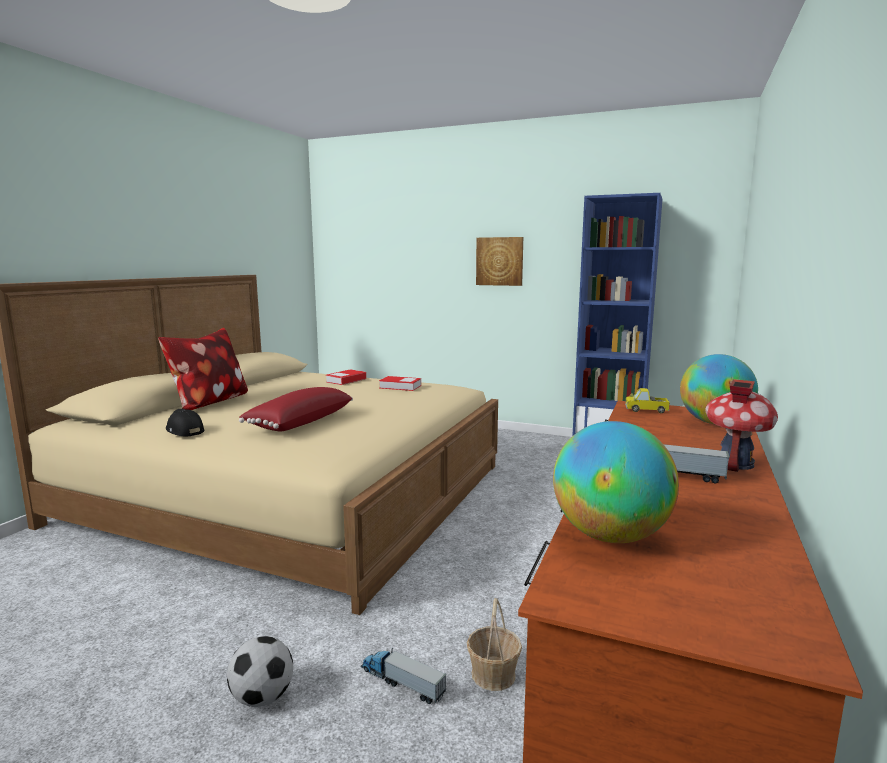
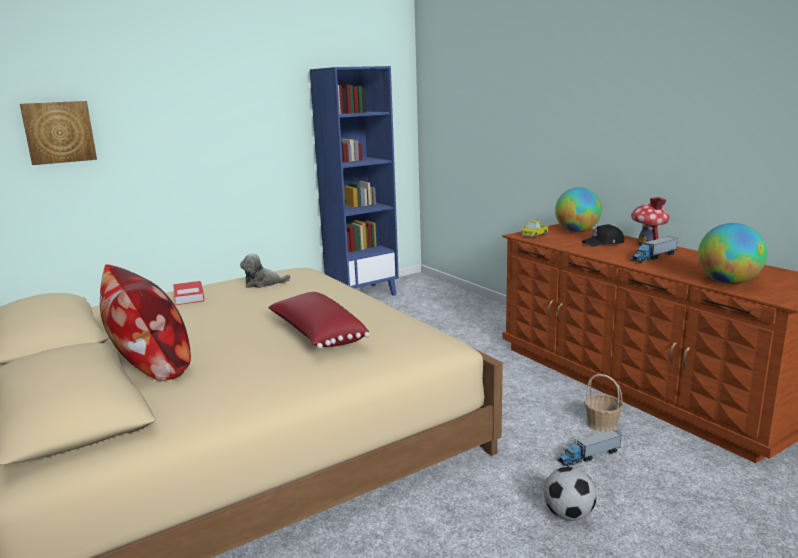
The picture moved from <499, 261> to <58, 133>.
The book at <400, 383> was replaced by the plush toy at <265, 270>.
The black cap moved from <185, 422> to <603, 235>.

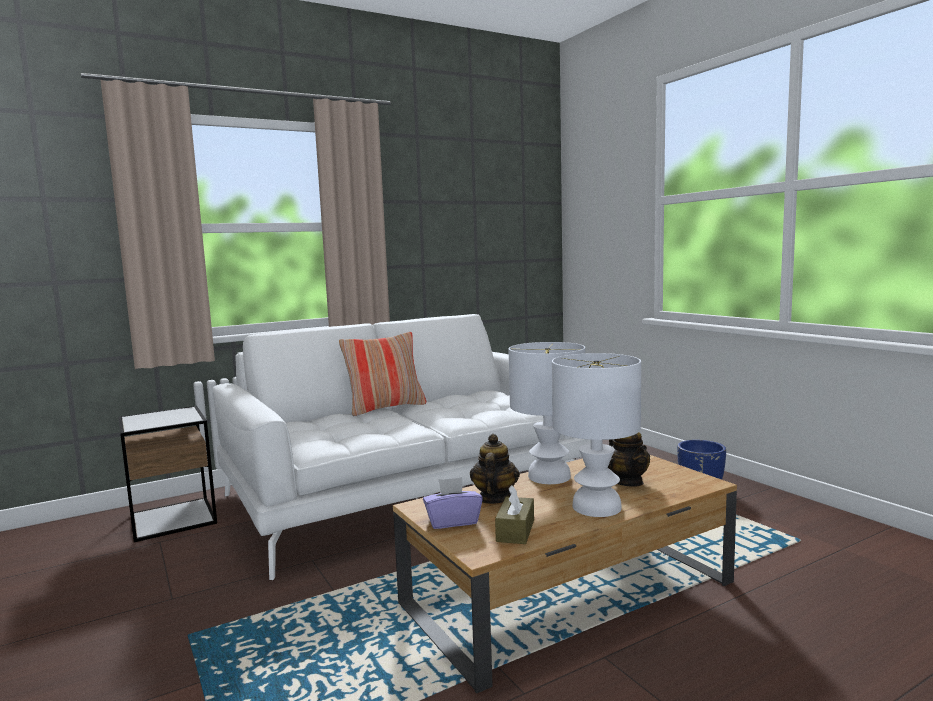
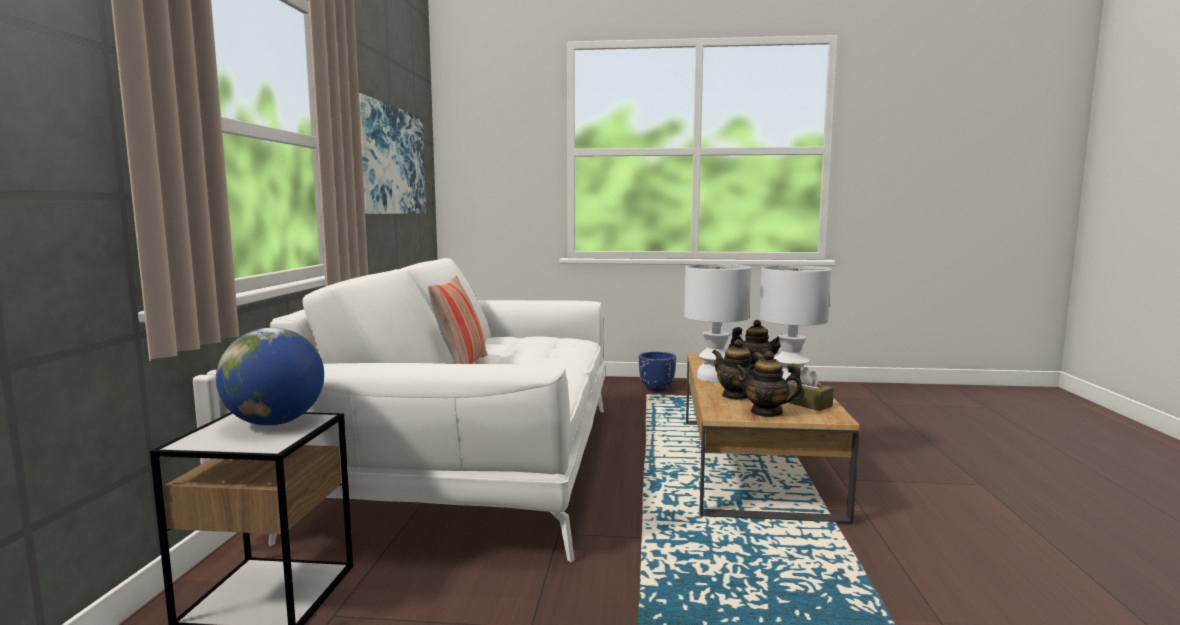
The globe at <270, 376> appeared.
The picture at <392, 154> appeared.
The purple tissue box at <453, 503> was replaced by the teapot at <769, 384>.

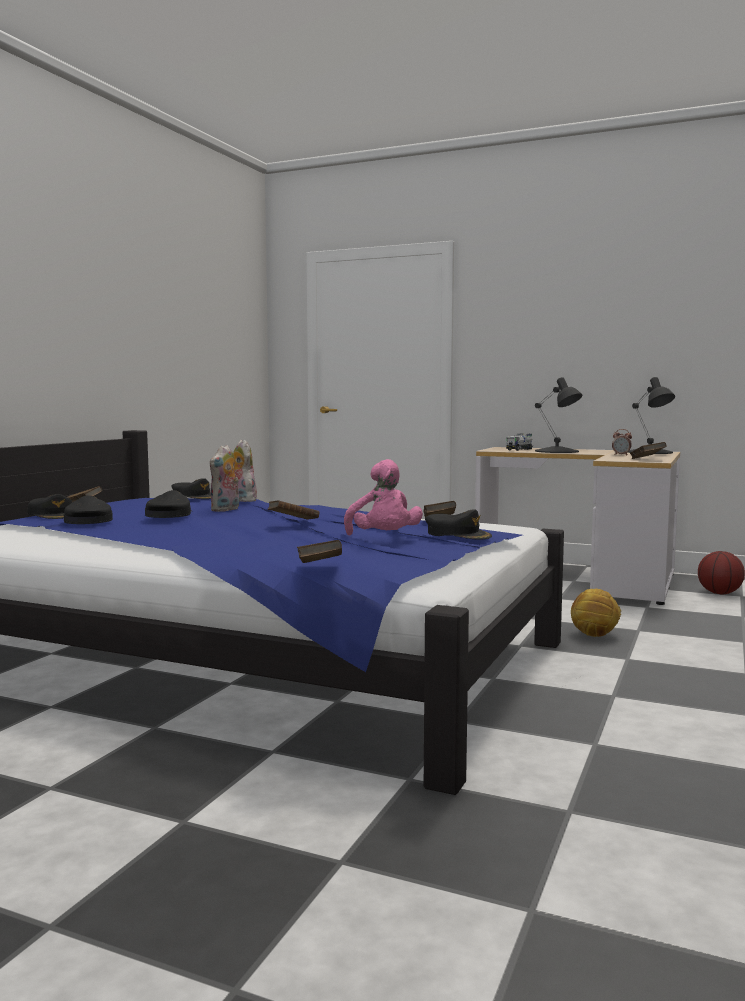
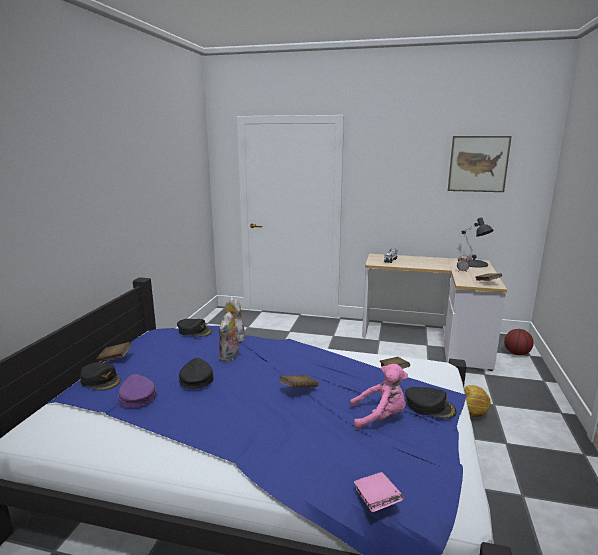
The black cap at <88, 509> became the purple cap at <137, 391>.
The pink plush toy at <383, 497> turned 60 degrees counterclockwise.
The brown book at <319, 551> became the pink book at <378, 492>.
The picture at <480, 164> appeared.
The black table lamp at <558, 415> disappeared.

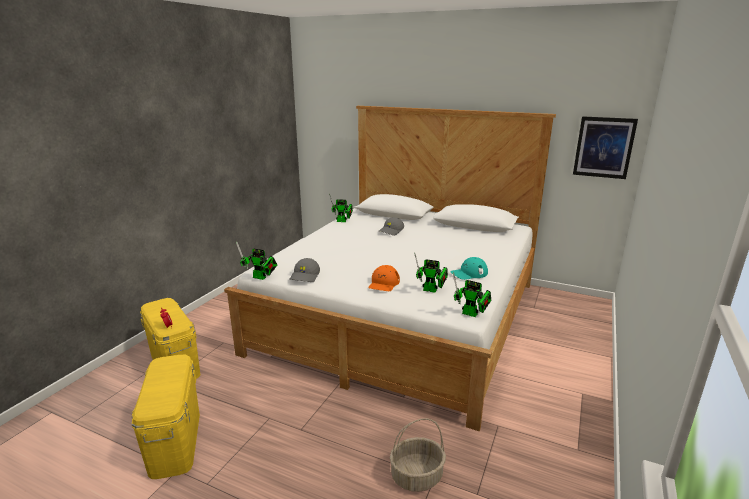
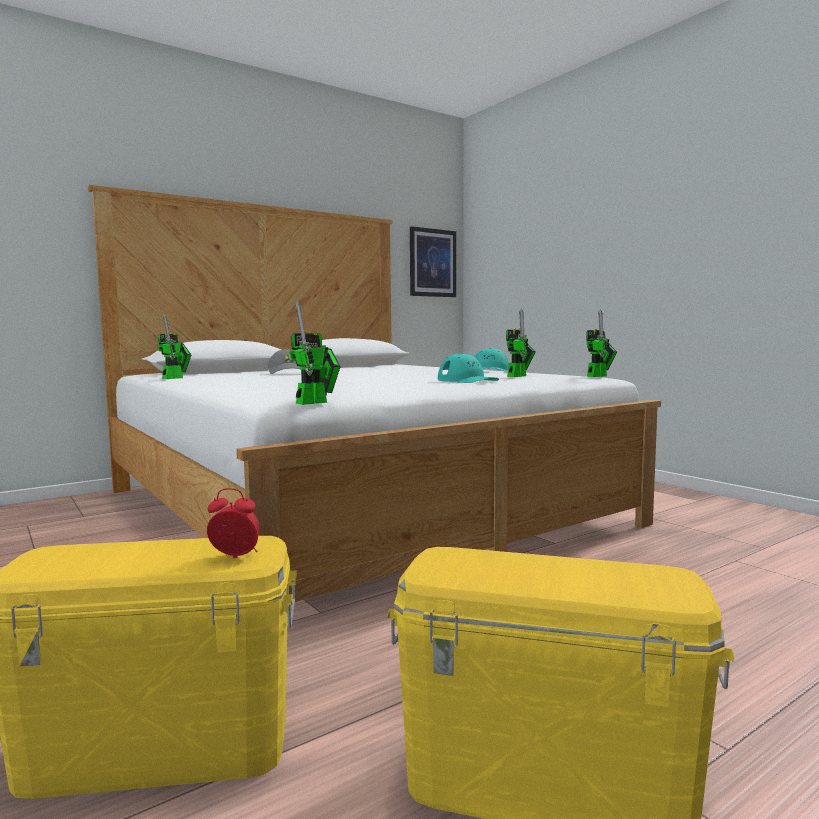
The orange cap at <384, 278> became the turquoise cap at <468, 368>.
The grey cap at <304, 270> disappeared.
The basket at <418, 455> disappeared.

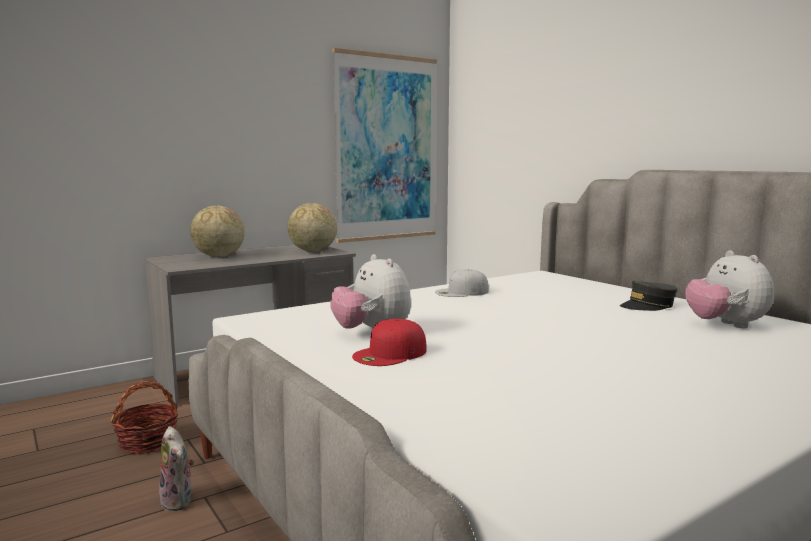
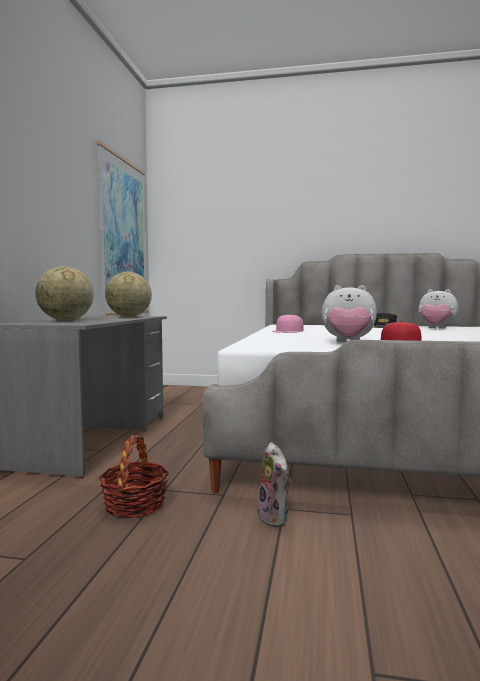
The plush toy at <176, 468> turned 60 degrees clockwise.
The white cap at <462, 283> became the pink cap at <288, 323>.

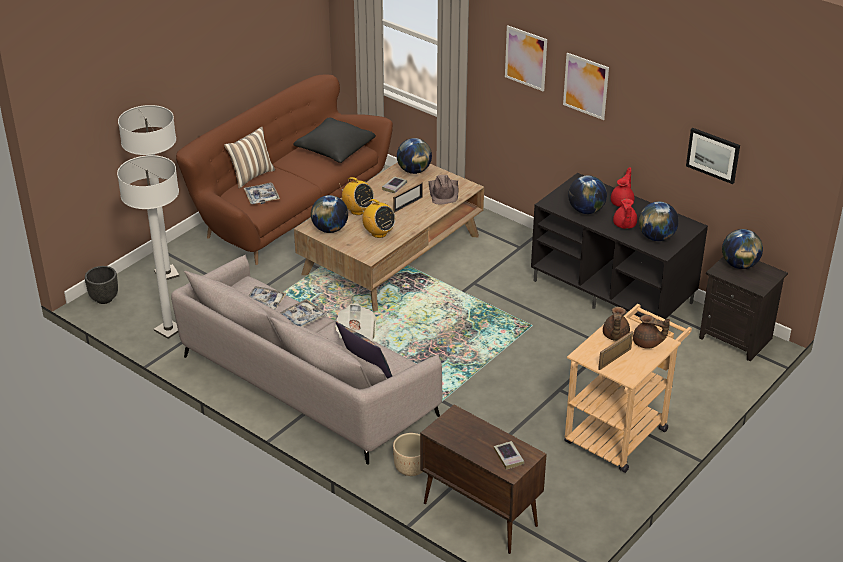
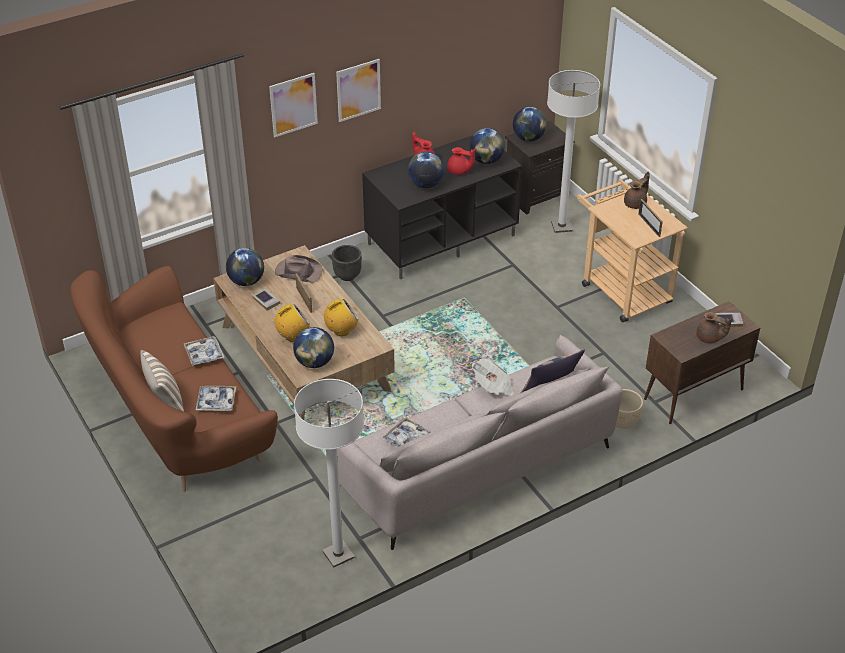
The tray moved from <303, 313> to <204, 351>.
The black planter moved from <101, 285> to <347, 263>.
The white floor lamp moved from <148, 192> to <573, 151>.
The brown teapot moved from <616, 324> to <714, 327>.
The black pillow at <334, 140> disappeared.
The picture at <713, 156> disappeared.

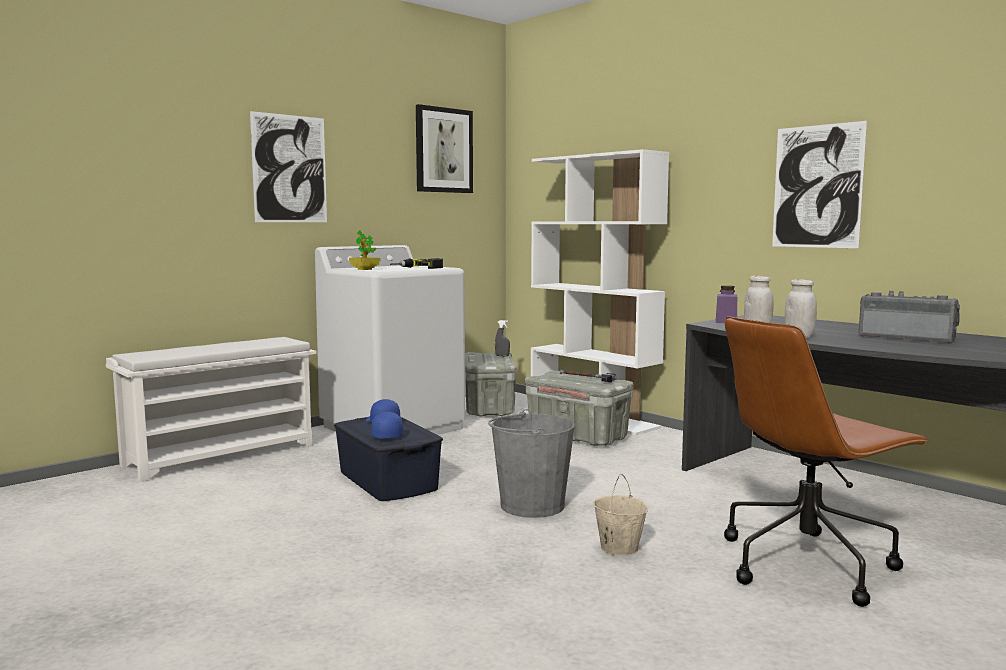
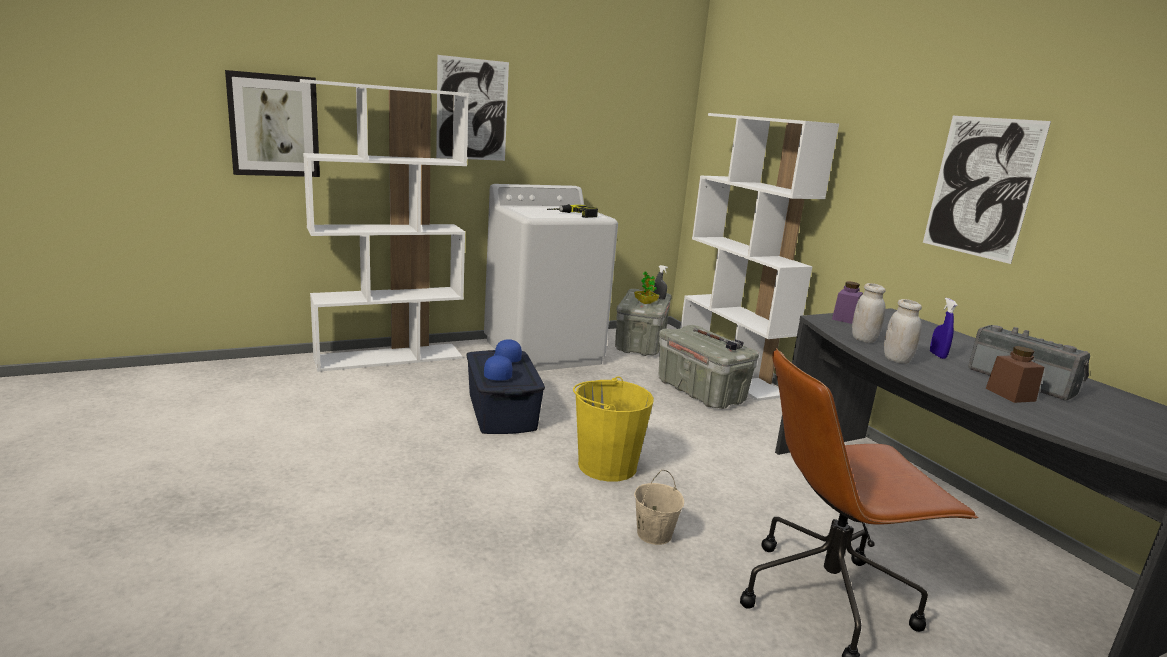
The picture moved from <444, 148> to <272, 123>.
The white shoe rack at <211, 409> was replaced by the white bookcase at <384, 225>.
The grey bucket at <531, 463> became the yellow bucket at <613, 429>.
The potted plant moved from <364, 250> to <646, 287>.
The blue spray bottle at <943, 328> appeared.
The brown jar at <1015, 374> appeared.

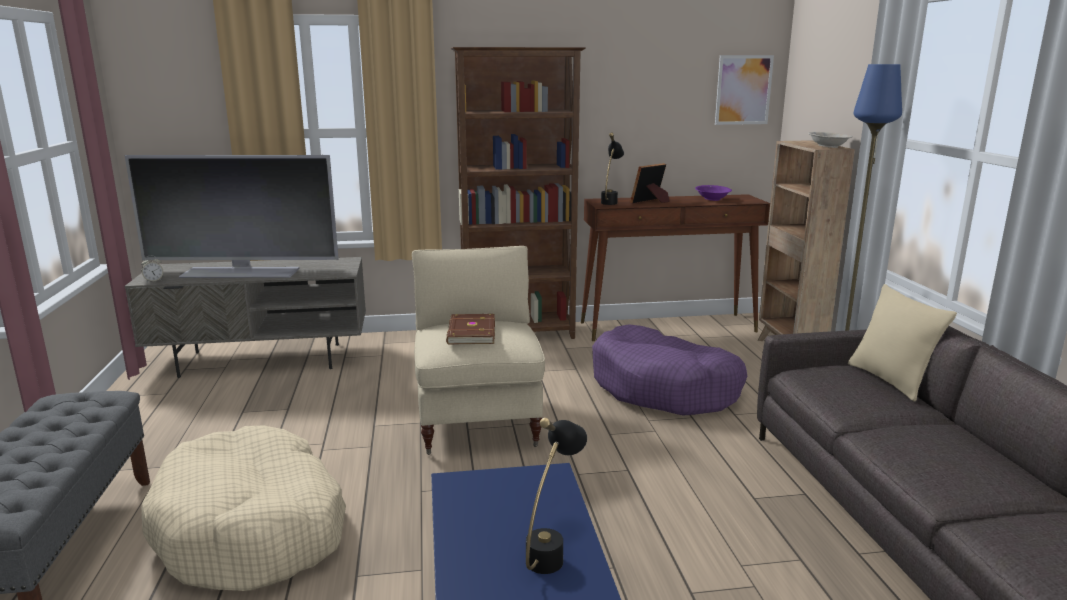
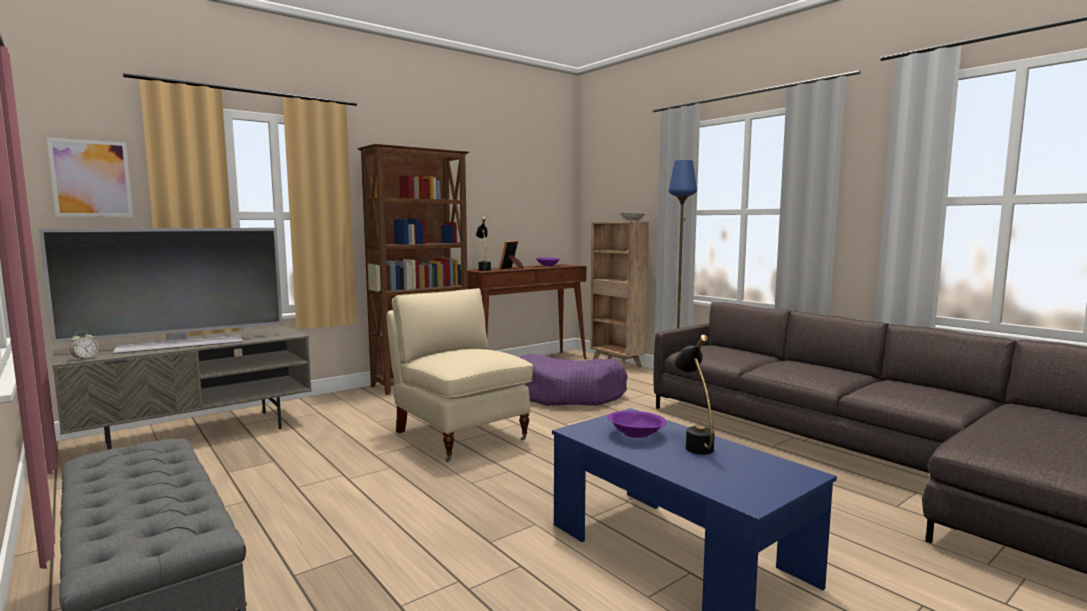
The picture moved from <744, 90> to <90, 177>.
The purple bowl at <637, 424> appeared.
The beige dog bed at <243, 508> disappeared.
The brown book at <470, 329> disappeared.
The beige pillow at <902, 343> disappeared.

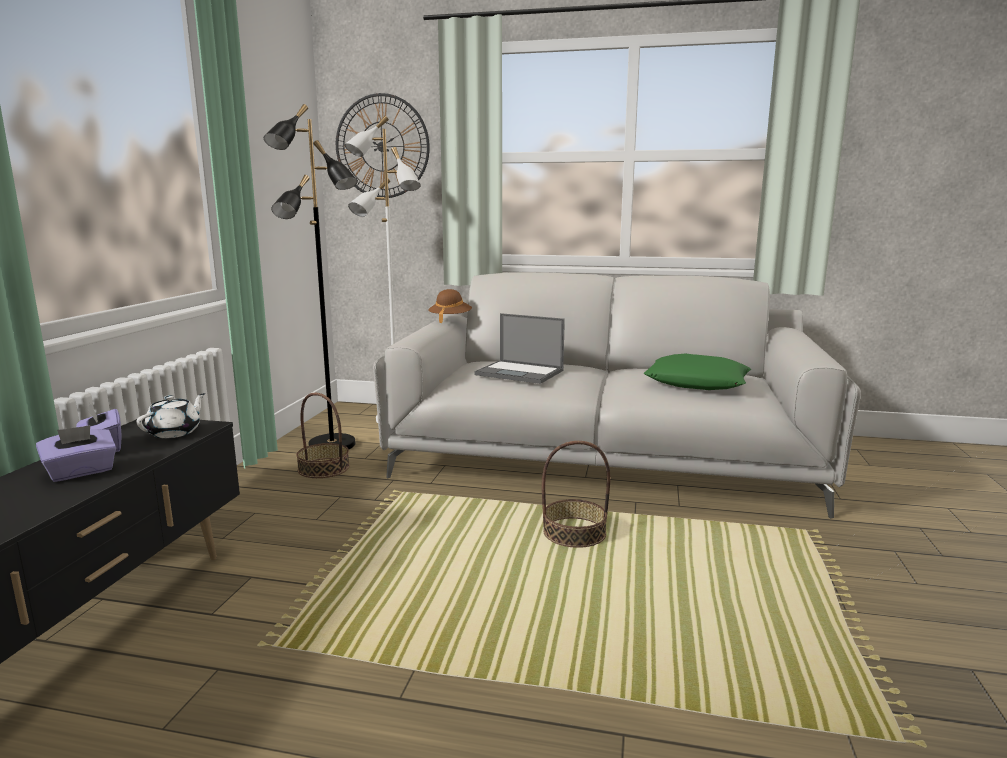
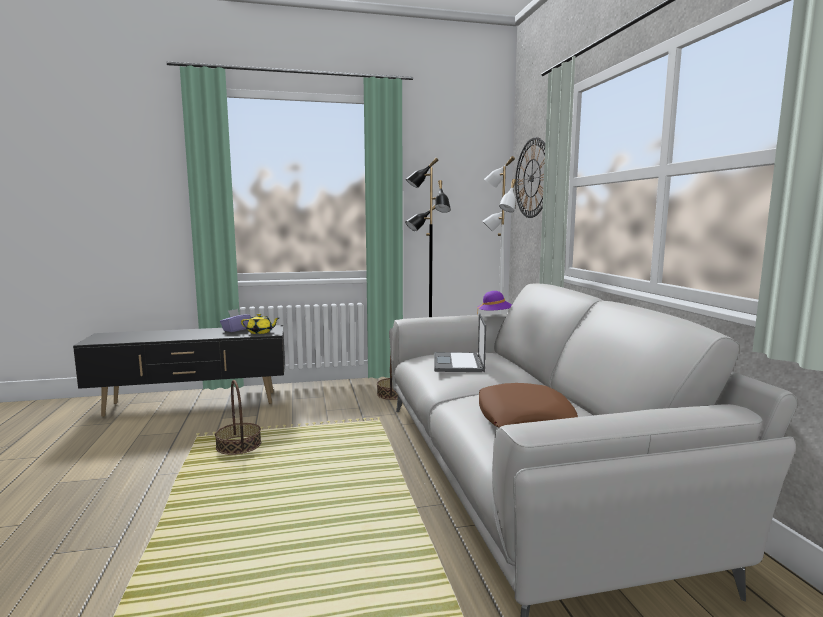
The basket moved from <576, 494> to <238, 417>.
The white teapot at <170, 415> became the yellow teapot at <260, 324>.
The brown hat at <450, 306> became the purple hat at <494, 303>.
The green pillow at <697, 372> became the brown pillow at <528, 405>.
The purple tissue box at <76, 453> disappeared.

